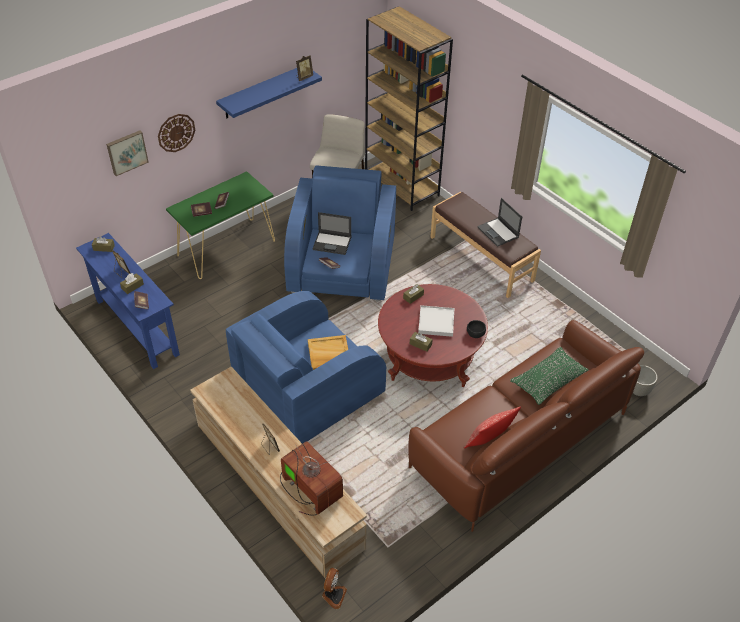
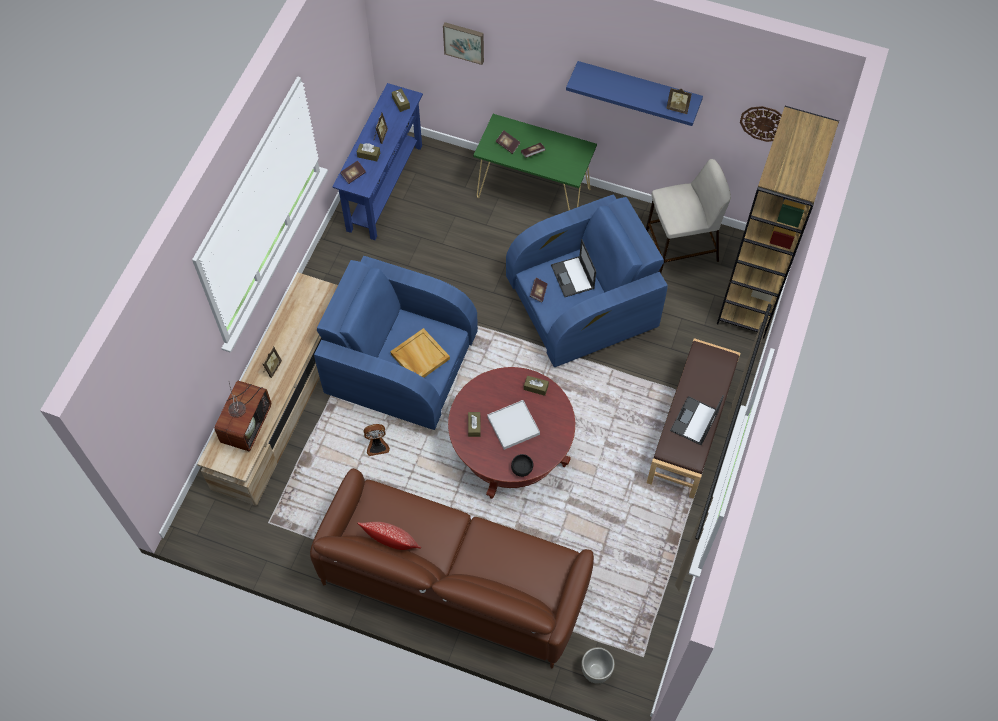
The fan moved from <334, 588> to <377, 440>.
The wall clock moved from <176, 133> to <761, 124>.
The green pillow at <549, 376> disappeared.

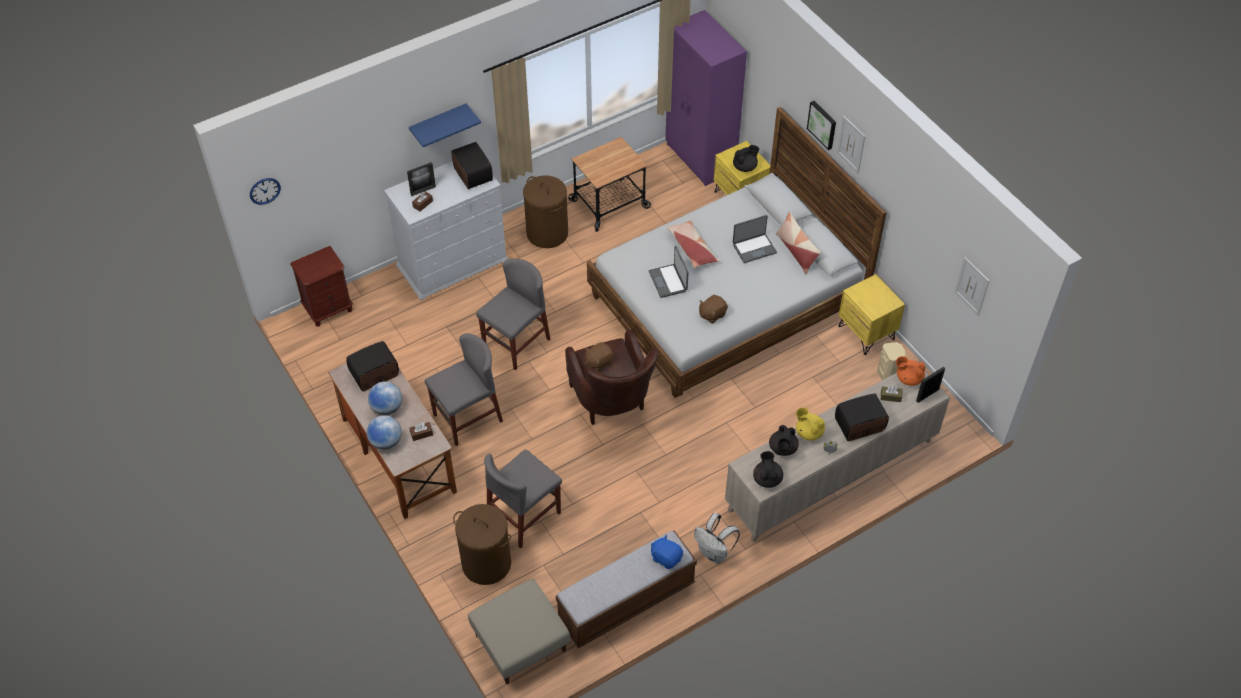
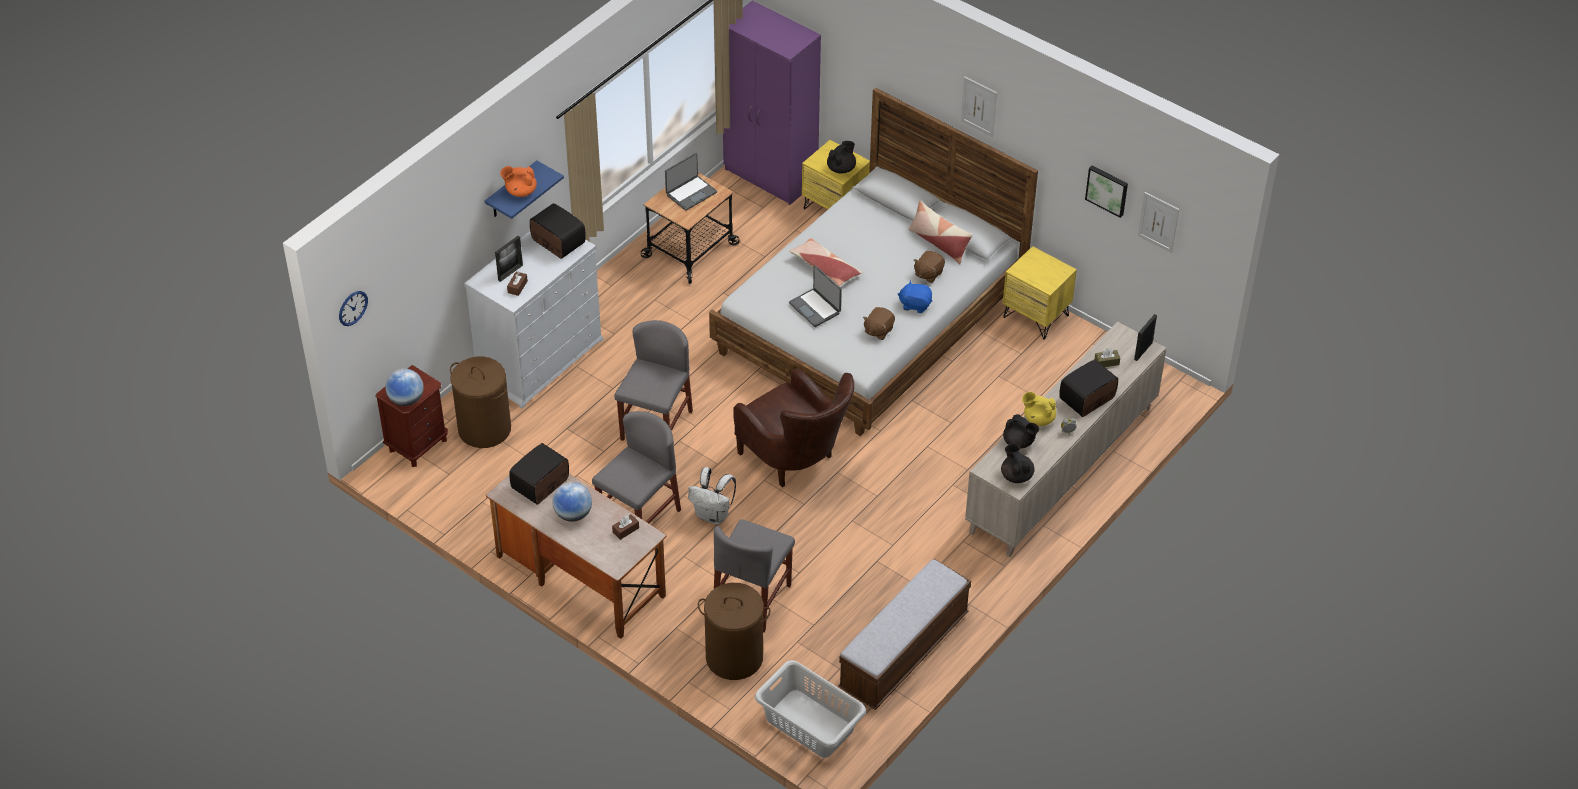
The globe moved from <384, 432> to <404, 387>.
The brown laundry basket moved from <545, 211> to <480, 402>.
The orange teapot moved from <910, 371> to <518, 181>.
The laptop moved from <755, 239> to <691, 182>.
The white backpack moved from <717, 538> to <712, 496>.
The beige ottoman at <519, 631> was replaced by the grey laundry basket at <810, 709>.
The blue plush toy moved from <667, 552> to <915, 297>.
The brown plush toy moved from <599, 356> to <929, 267>.
The black teapot at <784, 440> turned 45 degrees counterclockwise.
The picture moved from <821, 125> to <1106, 192>.
The beige speaker at <891, 361> disappeared.

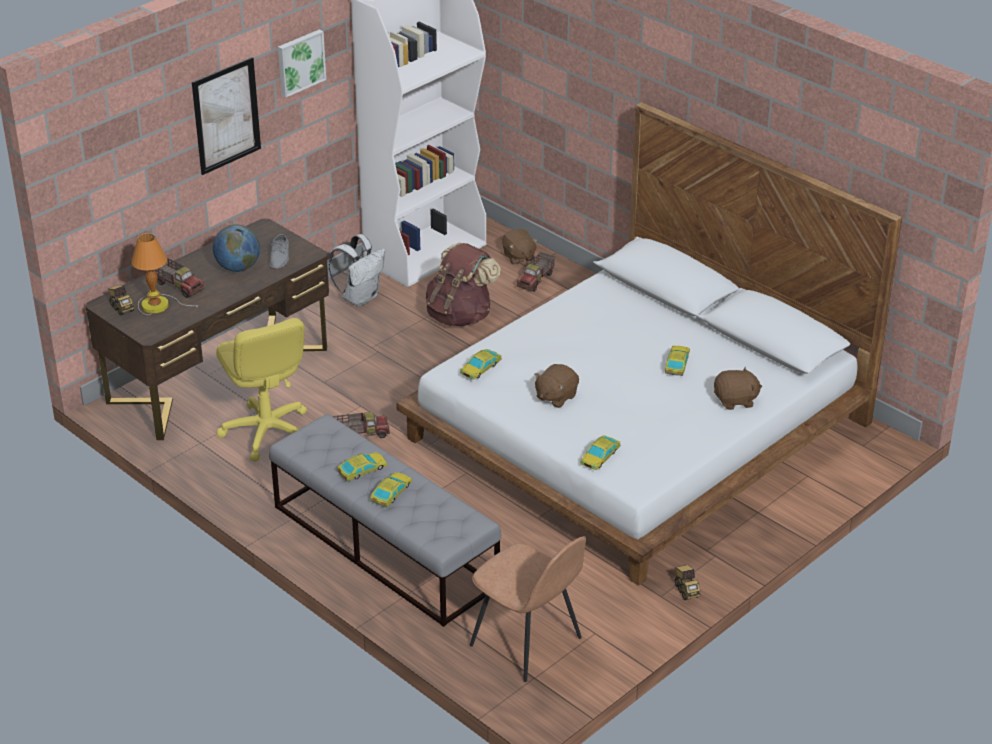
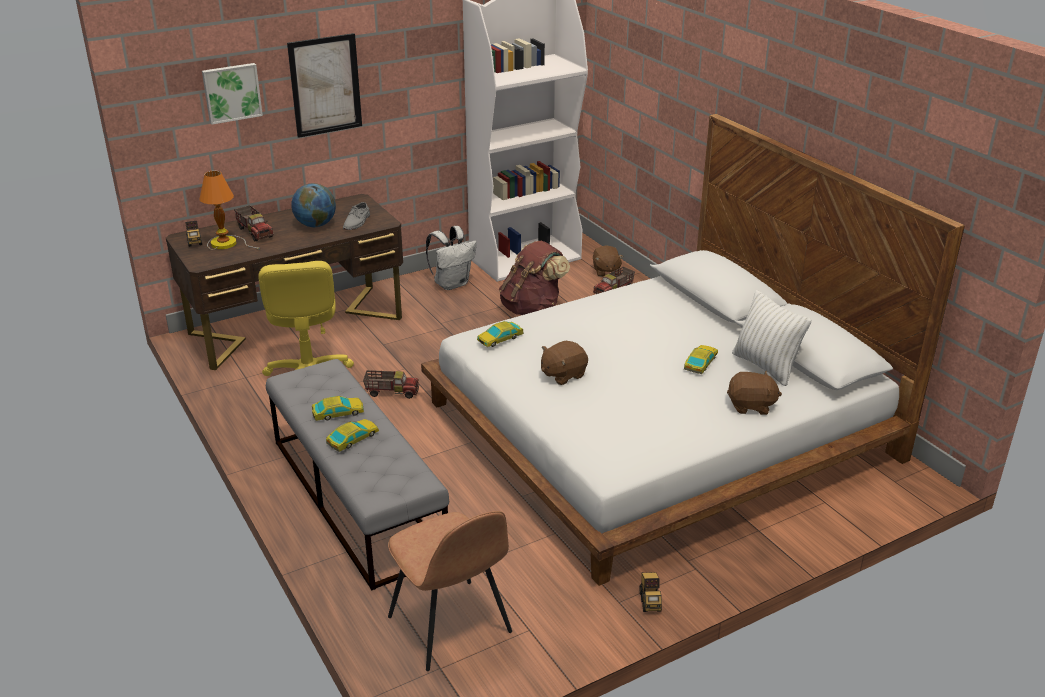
The picture moved from <302, 64> to <232, 94>.
The white pillow at <772, 338> appeared.
The toy car at <600, 452> disappeared.

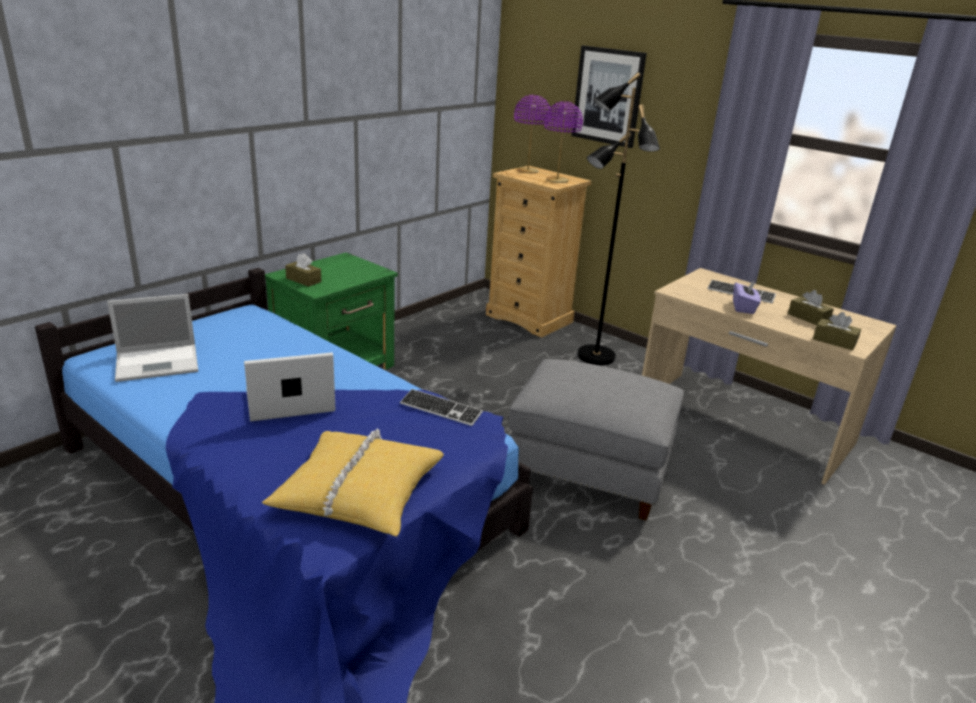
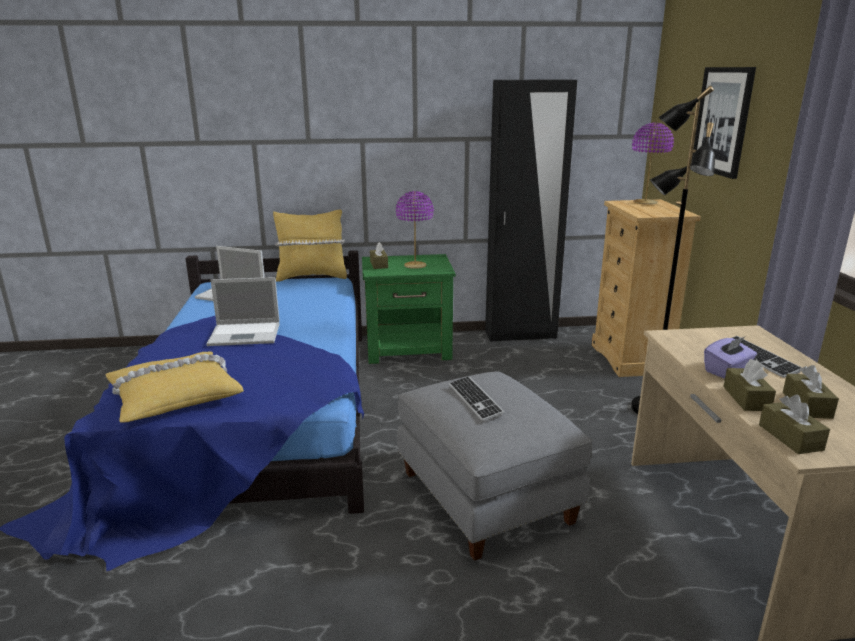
The laptop at <289, 387> turned 150 degrees clockwise.
The yellow pillow at <310, 246> appeared.
The purple table lamp moved from <563, 142> to <415, 230>.
The keyboard moved from <441, 407> to <476, 398>.
The black wardrobe at <531, 210> appeared.
The brown tissue box at <749, 385> appeared.

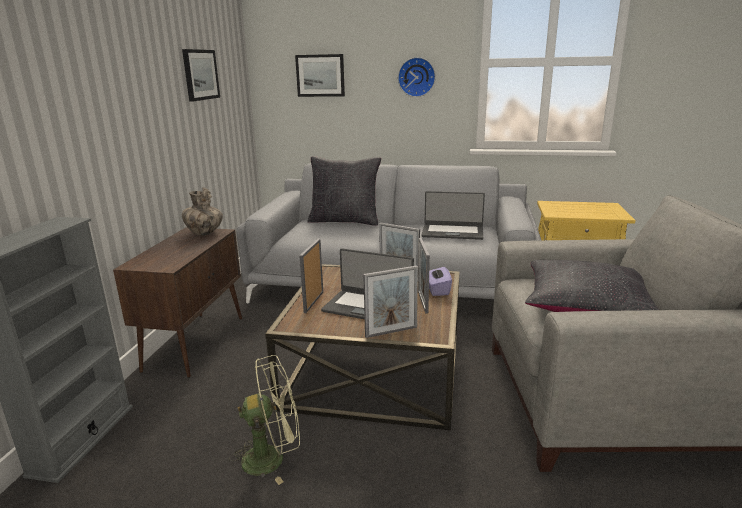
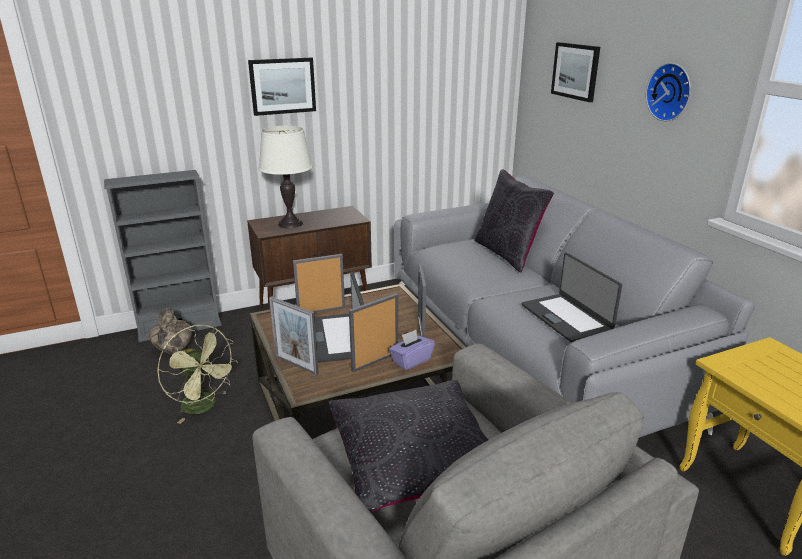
The vase moved from <202, 211> to <170, 330>.
The picture moved from <201, 75> to <282, 87>.
The white table lamp at <286, 177> appeared.

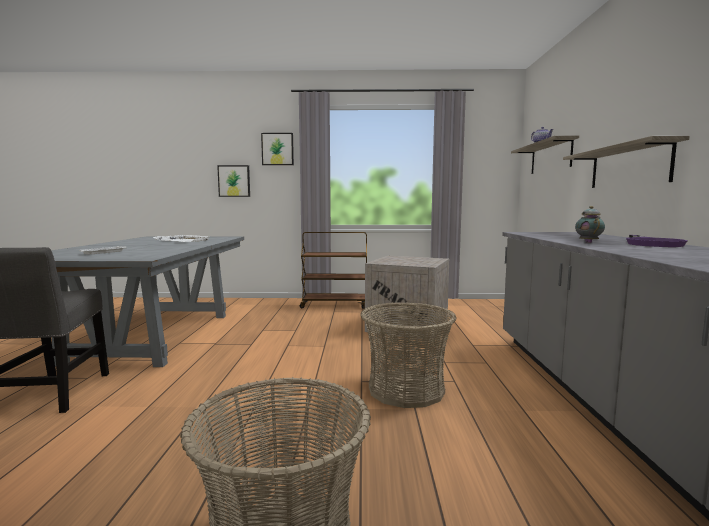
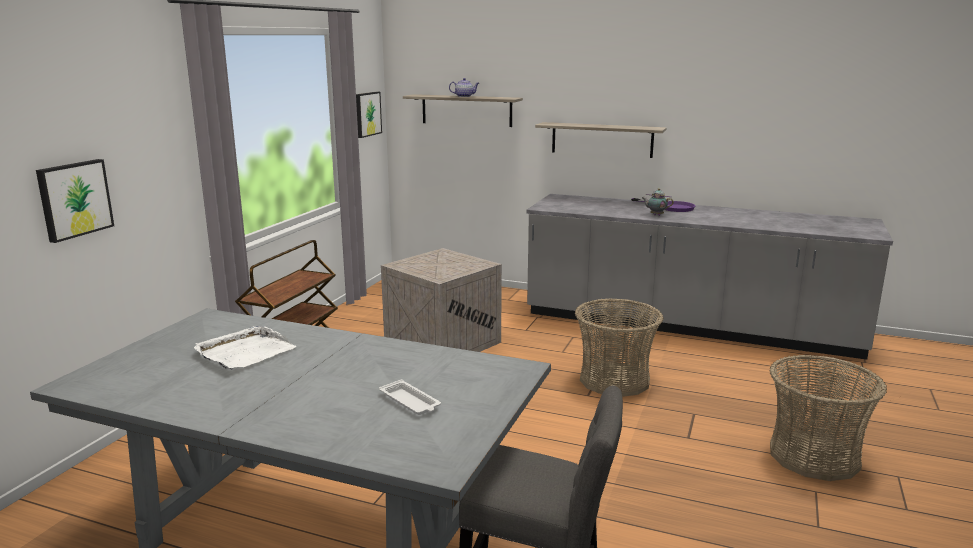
The picture moved from <277, 149> to <369, 115>.

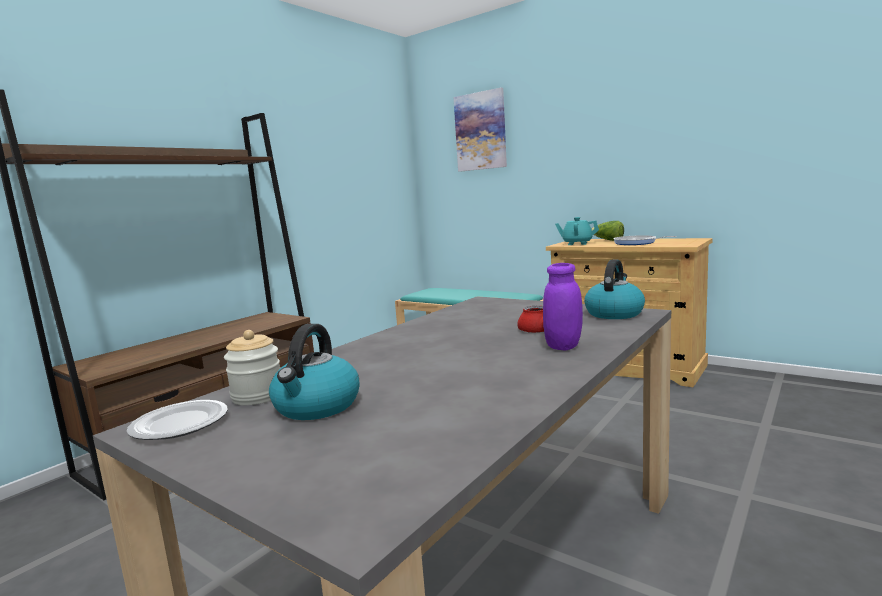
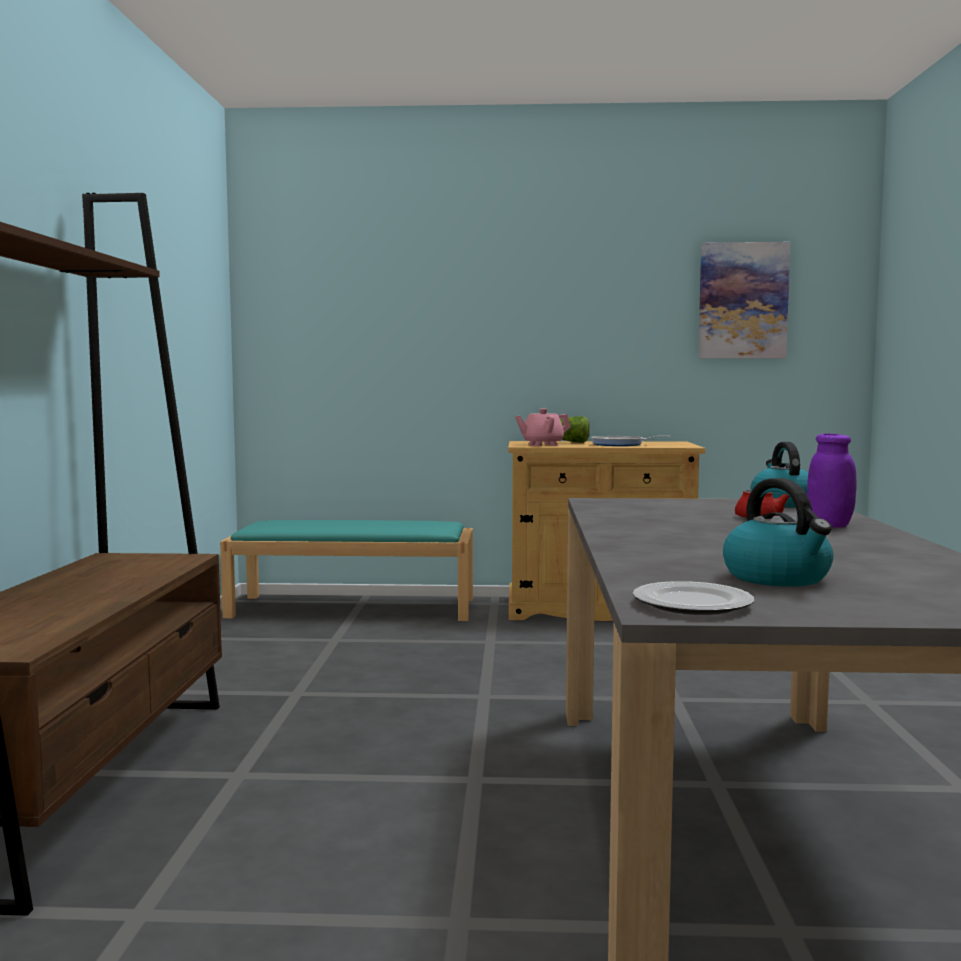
The turquoise teapot at <577, 231> became the pink teapot at <542, 427>.
The picture moved from <480, 130> to <744, 300>.
The jar at <252, 367> disappeared.

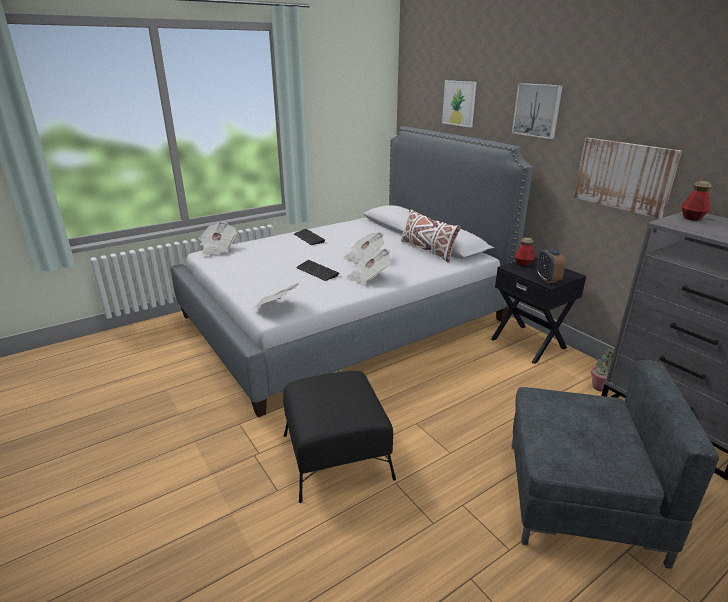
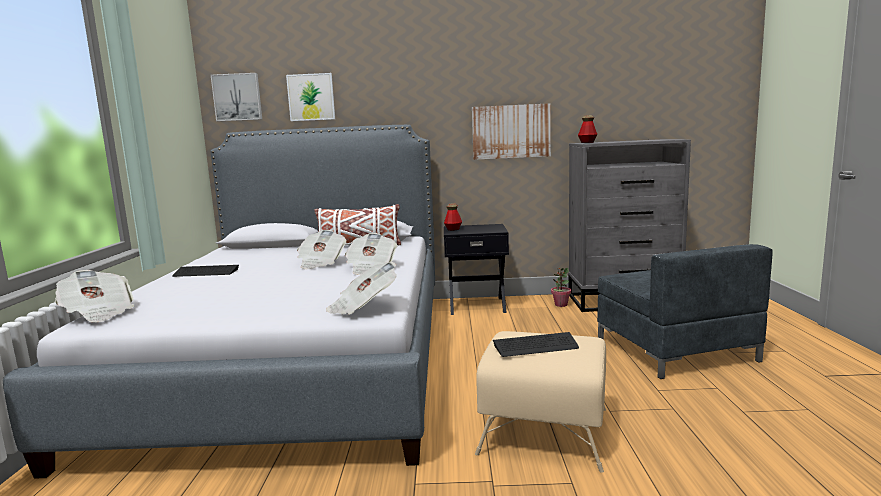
The picture moved from <537, 111> to <236, 97>.
The black ottoman at <339, 437> became the beige ottoman at <540, 402>.
The keyboard moved from <317, 270> to <536, 344>.
The grey armchair at <615, 464> turned 120 degrees clockwise.
The alarm clock at <551, 265> disappeared.

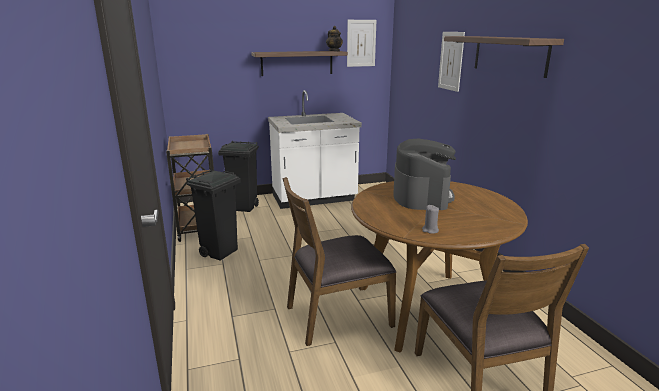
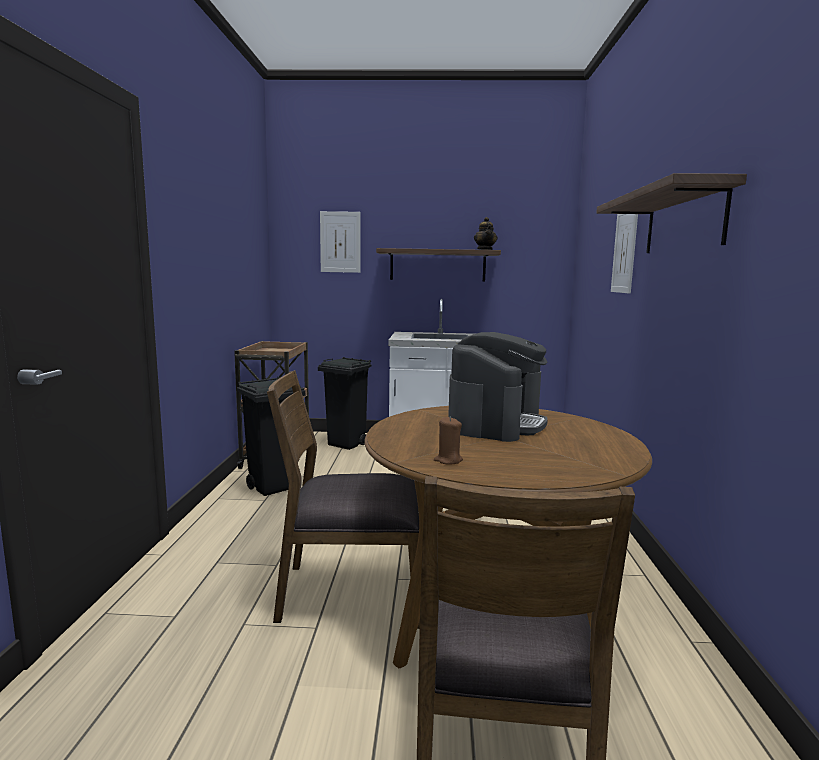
The picture moved from <361, 43> to <340, 242>.
The grey candle at <430, 219> became the brown candle at <448, 441>.

